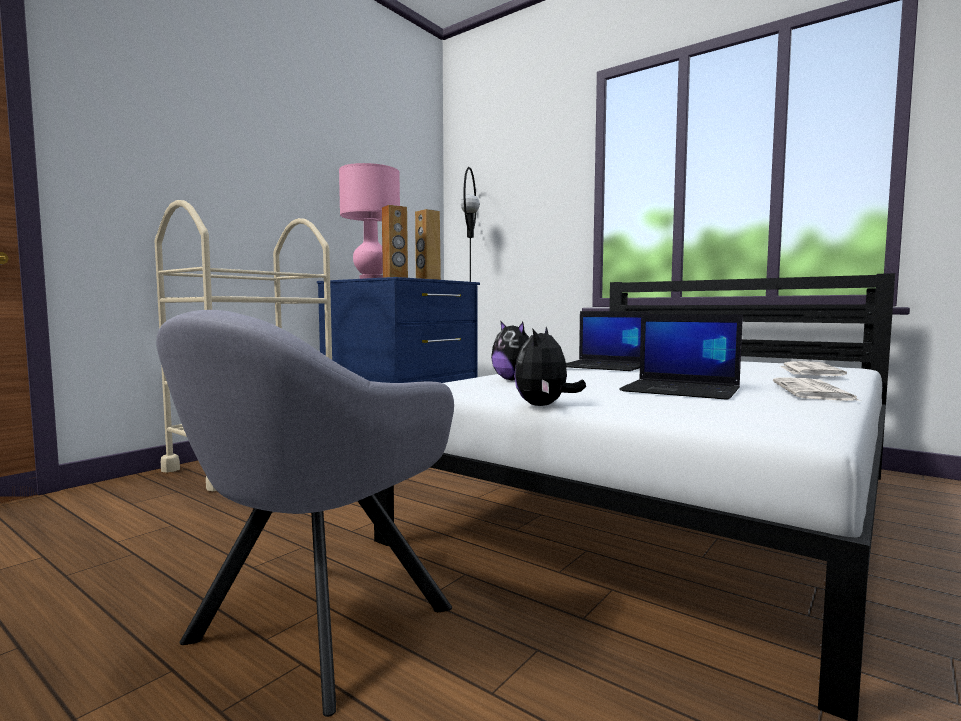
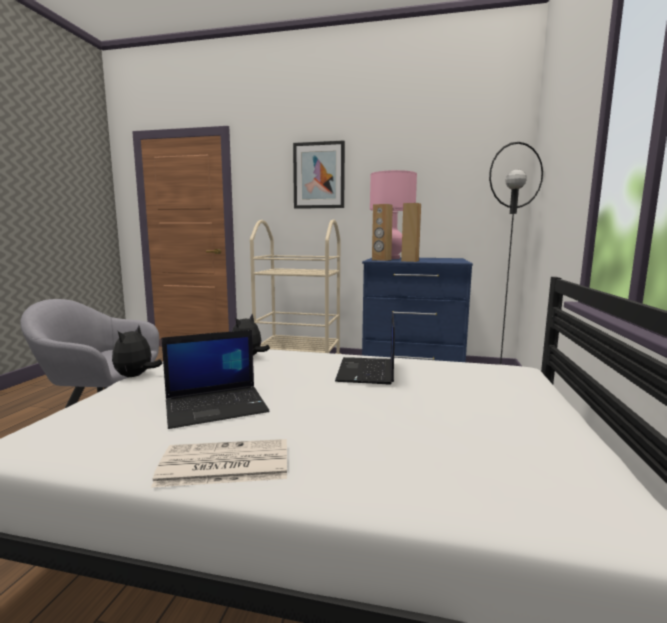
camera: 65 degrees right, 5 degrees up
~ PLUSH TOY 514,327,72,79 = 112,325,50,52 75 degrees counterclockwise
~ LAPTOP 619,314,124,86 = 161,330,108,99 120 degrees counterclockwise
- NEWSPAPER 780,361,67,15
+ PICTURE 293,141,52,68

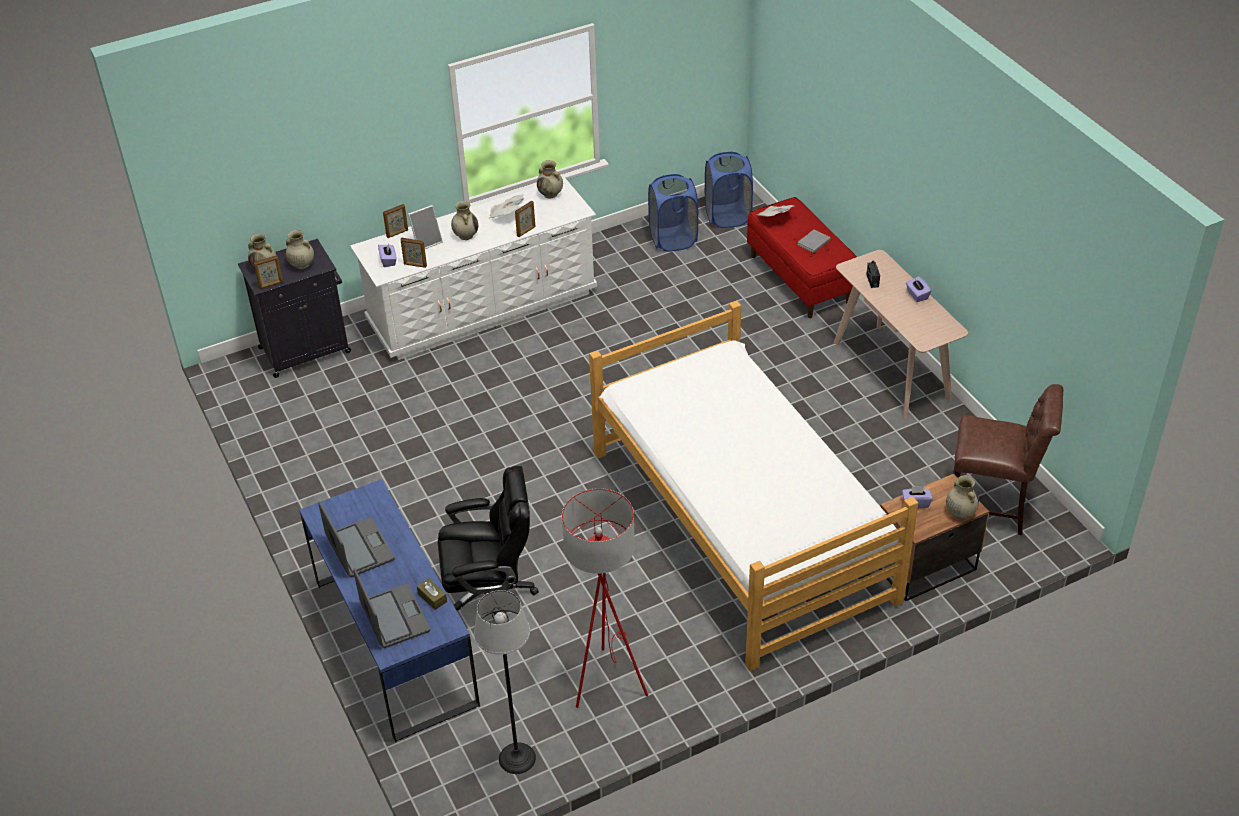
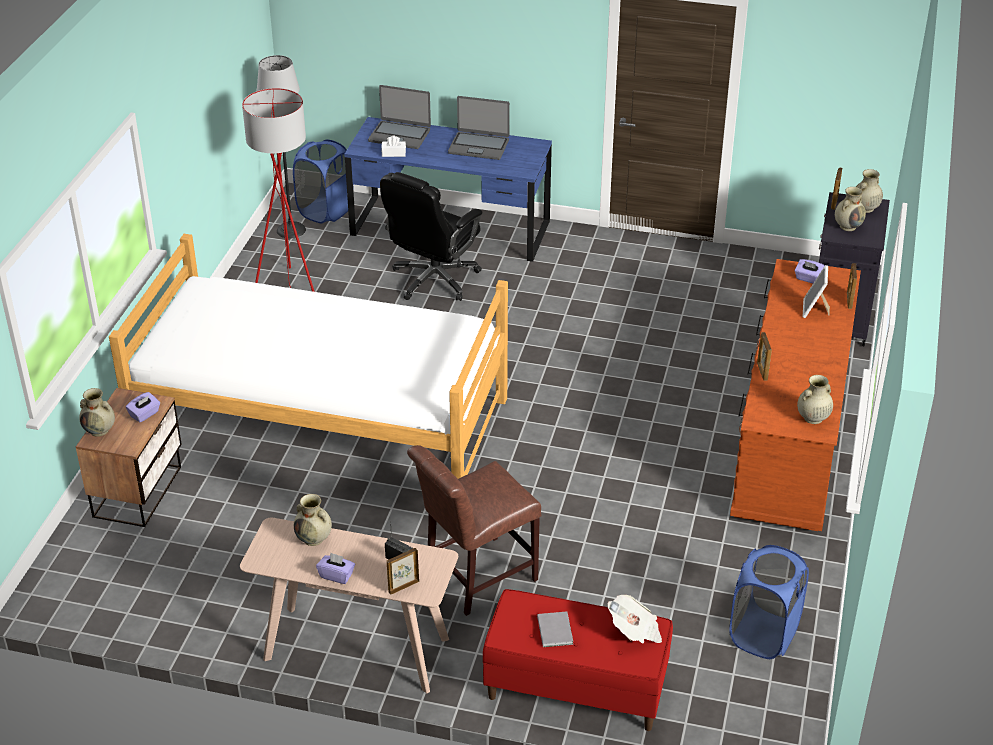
camera: 130 degrees right, 5 degrees down
~ WHITE DRESSER 350,177,247,183 to BROWN DRESSER 730,259,131,272
~ PICTURE FRAME 400,238,27,30 to 387,548,32,47
~ BROWN TISSUE BOX 417,578,30,32 to WHITE TISSUE BOX 381,135,25,22
~ BEIGE VASE 451,201,27,39 to 294,494,38,52
- NEWSPAPER 489,194,35,25
~ BLUE LAUNDRY BASKET 705,152,48,76 to 293,139,61,84
~ BROWN CHAIR 953,384,110,151 to 407,445,134,171

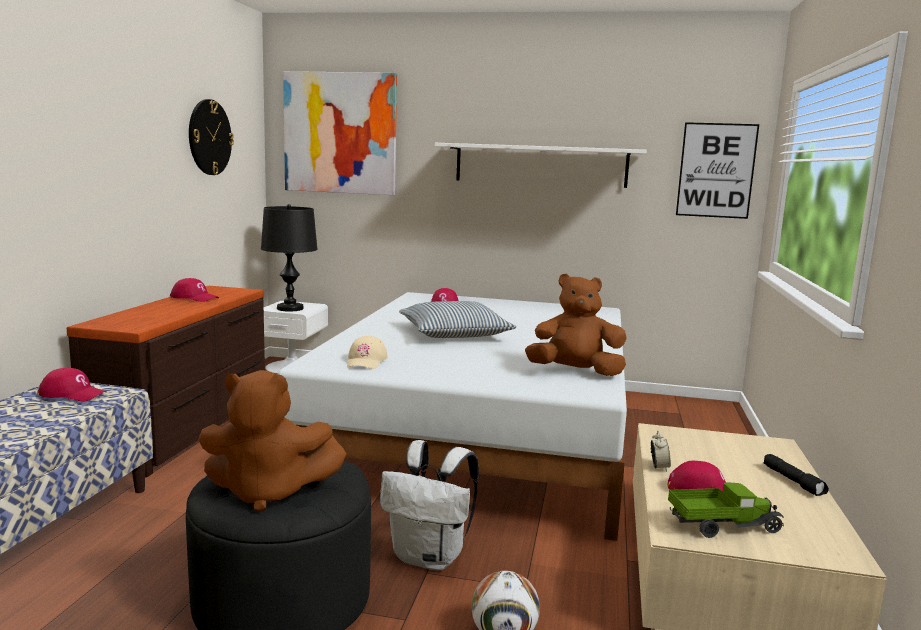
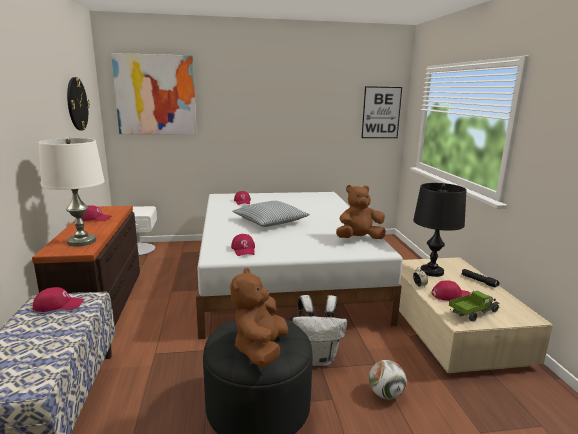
camera: 20 degrees left, 5 degrees up
~ BROWN PLUSH TOY 198,370,149,142 = 230,268,58,99 120 degrees clockwise
~ BLACK TABLE LAMP 261,204,57,108 to 413,183,53,94
~ BEIGE CAP 347,336,41,33 to RED CAP 231,234,24,22
- WHITE SHELF 435,143,212,45
+ WHITE TABLE LAMP 39,137,66,109

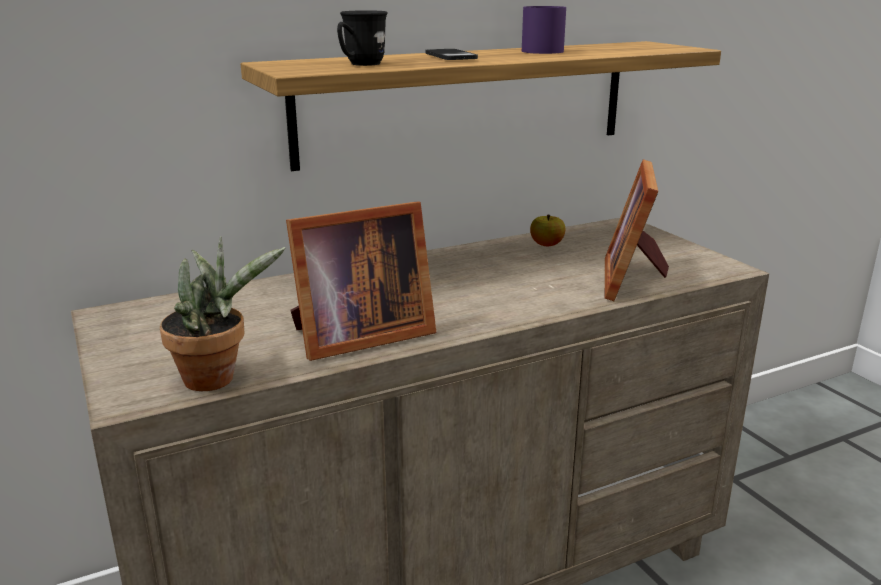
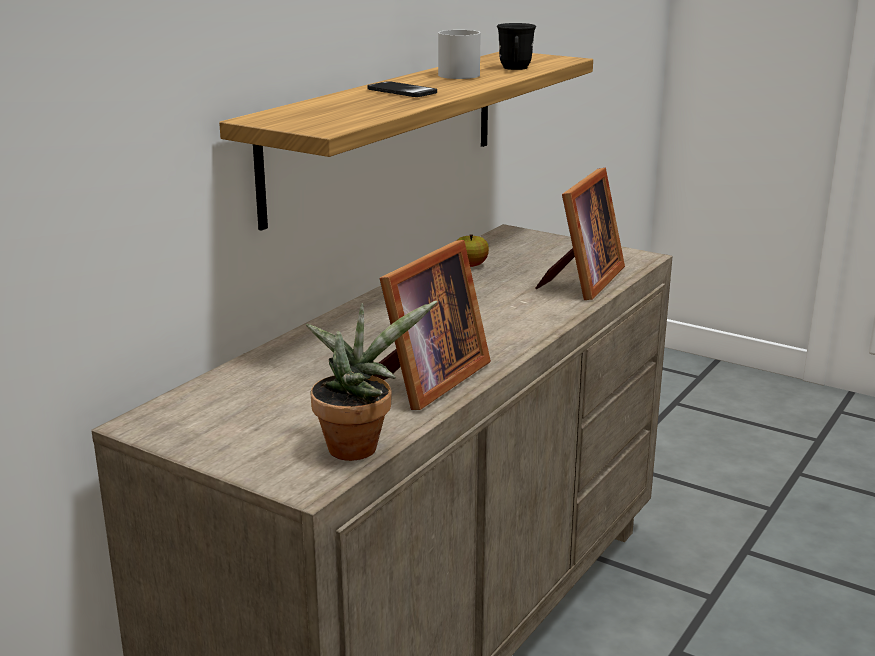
camera: 30 degrees left, 0 degrees up
~ BLACK MUG 337,10,51,56 to 497,23,39,47
~ PURPLE MUG 522,6,44,48 to WHITE MUG 438,30,43,49
~ PICTURE FRAME 605,159,64,142 = 535,168,90,132 135 degrees counterclockwise

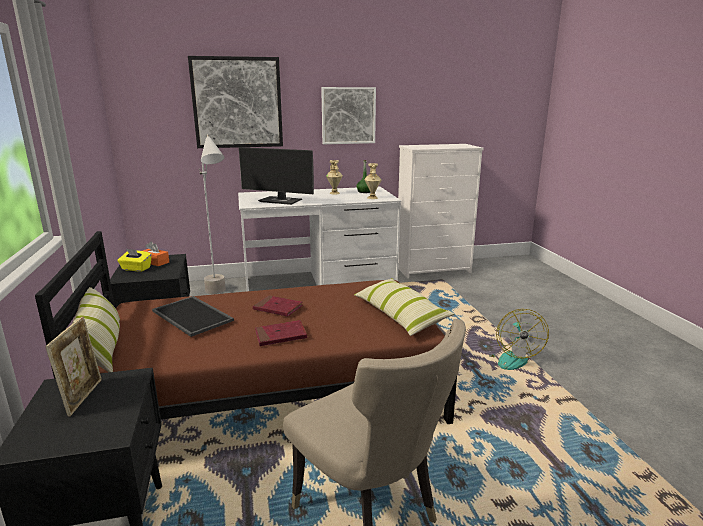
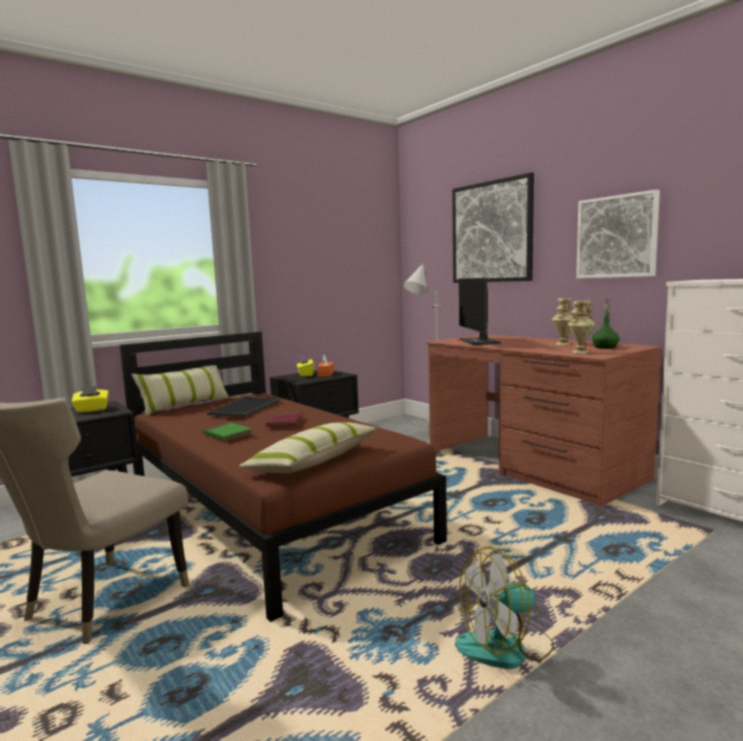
camera: 65 degrees right, 10 degrees down
~ PICTURE FRAME 45,317,57,99 to YELLOW TISSUE BOX 72,386,37,27
~ WHITE DESK 238,187,163,104 to BROWN DESK 426,334,235,173
~ RED BOOK 255,320,52,26 to GREEN BOOK 202,422,51,19

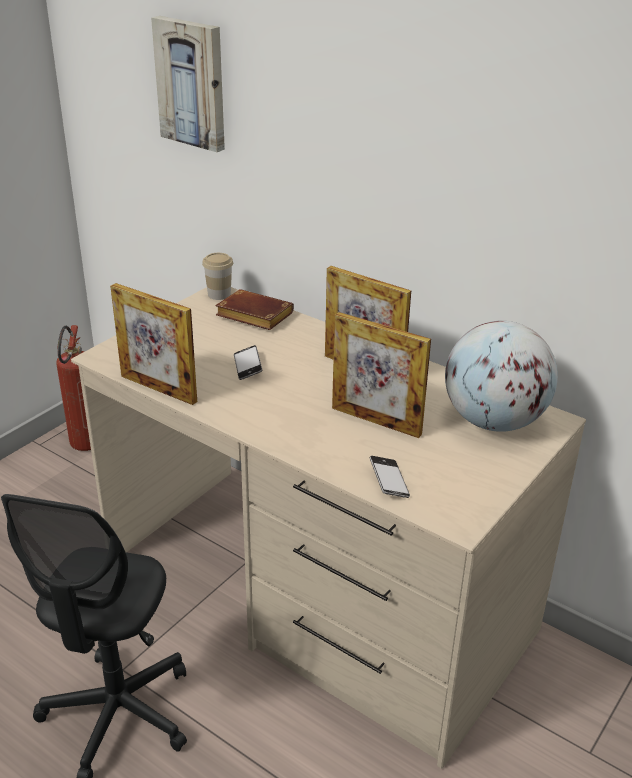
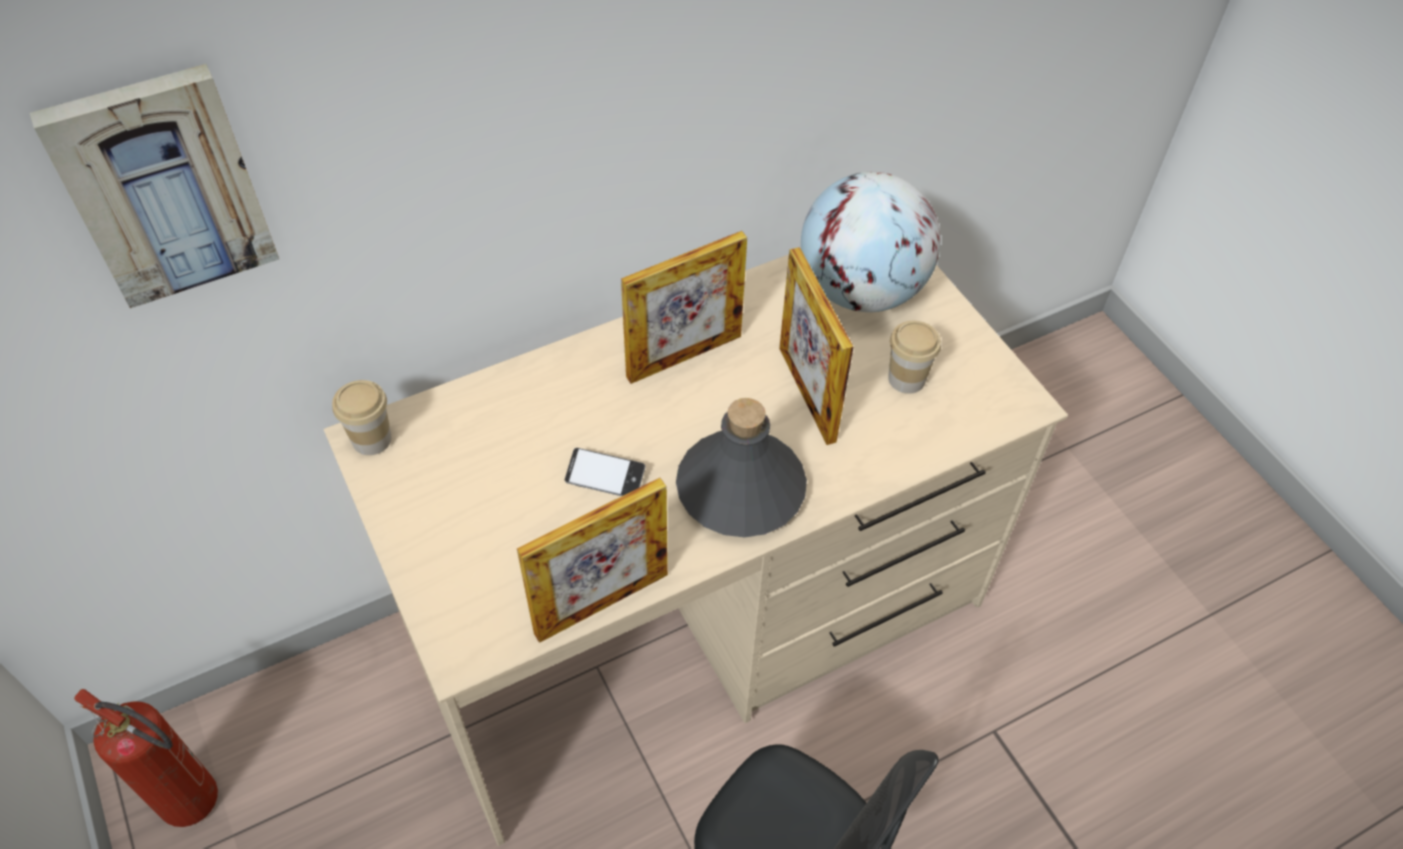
camera: 65 degrees left, 20 degrees up
- BROWN BOOK 216,289,78,41
~ PICTURE FRAME 332,312,99,126 = 779,247,74,198 105 degrees clockwise
- PHONE 370,456,40,42
+ GREY BOTTLE 676,398,131,139
+ CUP 888,321,53,73

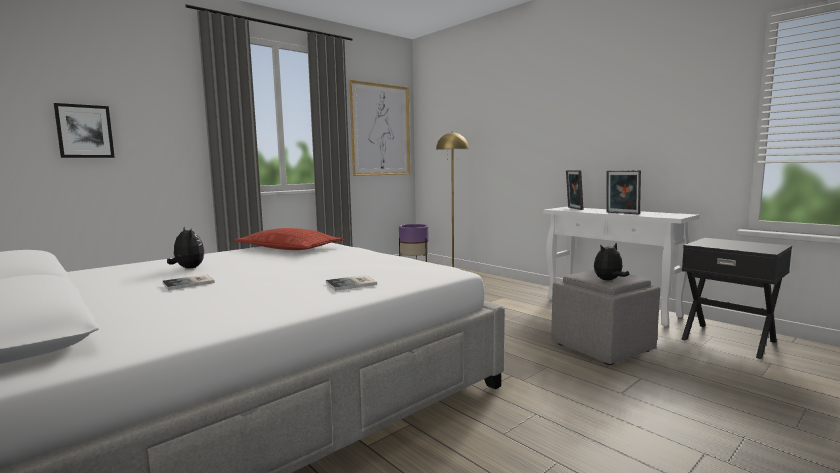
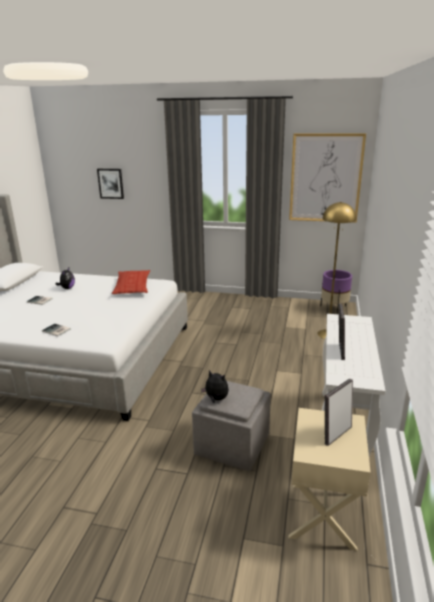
camera: 55 degrees right, 15 degrees up
~ PICTURE FRAME 566,170,17,40 to 325,379,28,67
~ BLACK NIGHTSTAND 681,238,111,121 to BEIGE NIGHTSTAND 288,408,83,143

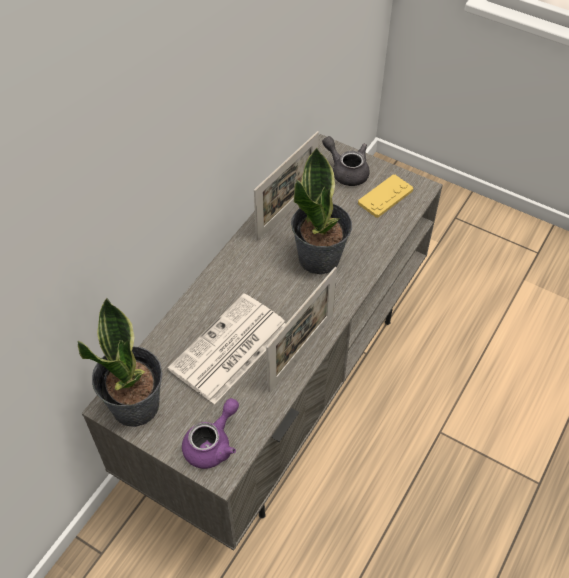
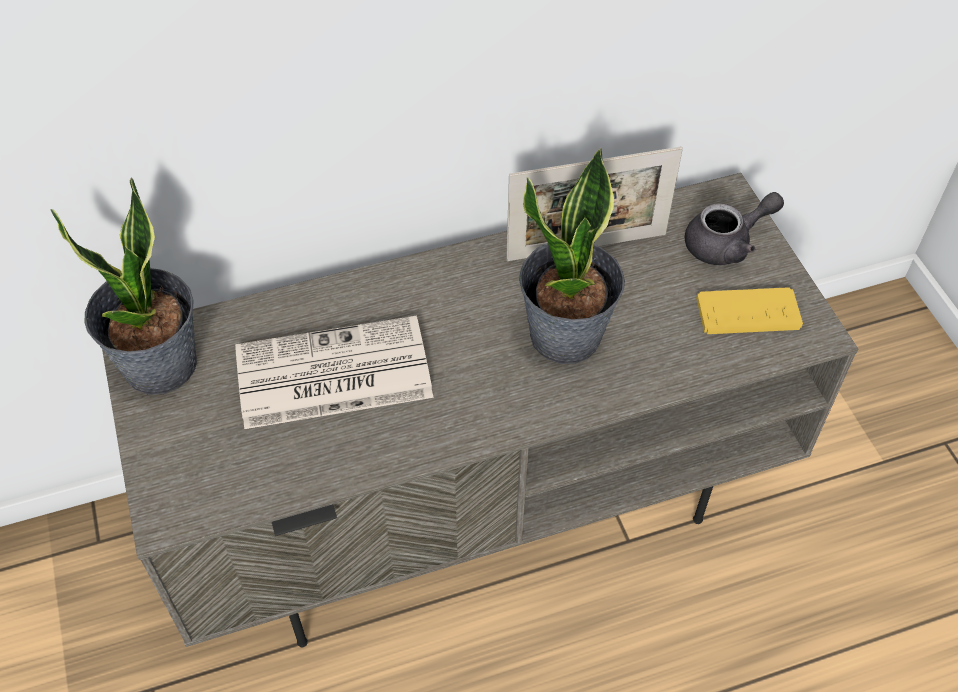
camera: 40 degrees right, 0 degrees up
- PURPLE TEAPOT 182,398,57,71
- PICTURE FRAME 266,267,71,125
~ GREY TEAPOT 322,136,48,50 = 685,192,99,73 75 degrees clockwise

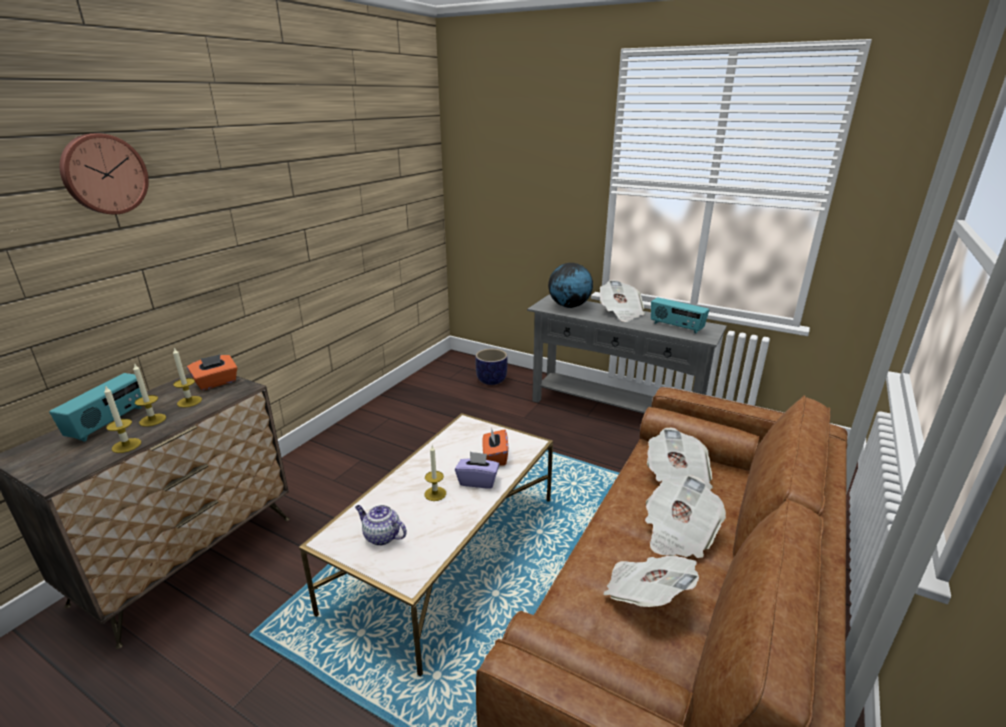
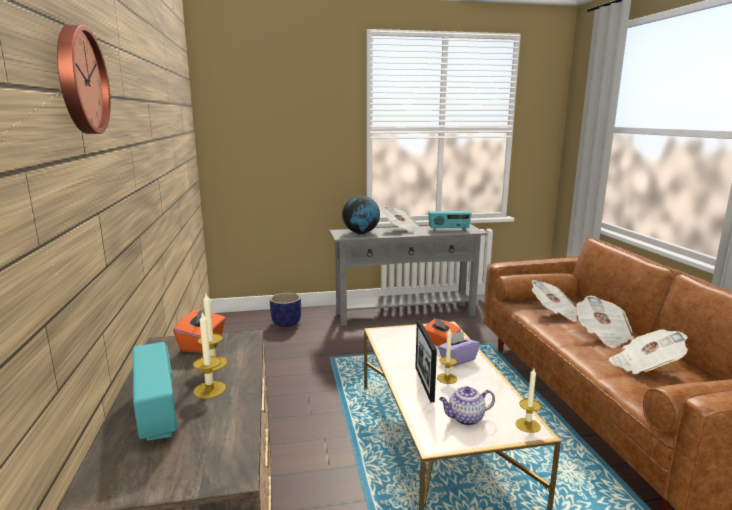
camera: 40 degrees left, 10 degrees down
~ CANDLE 104,385,37,68 to 516,368,25,65
+ PICTURE FRAME 415,320,22,82

